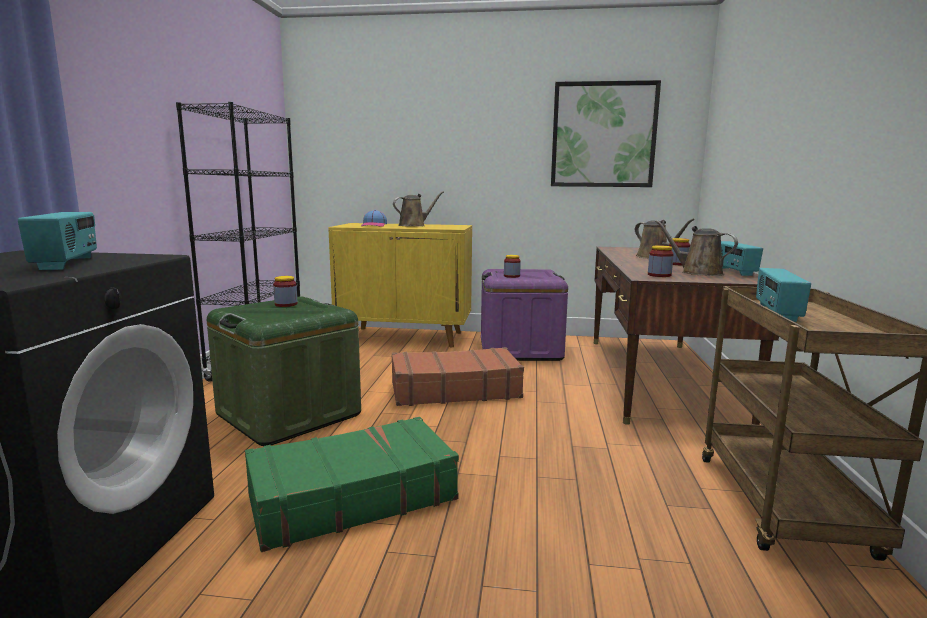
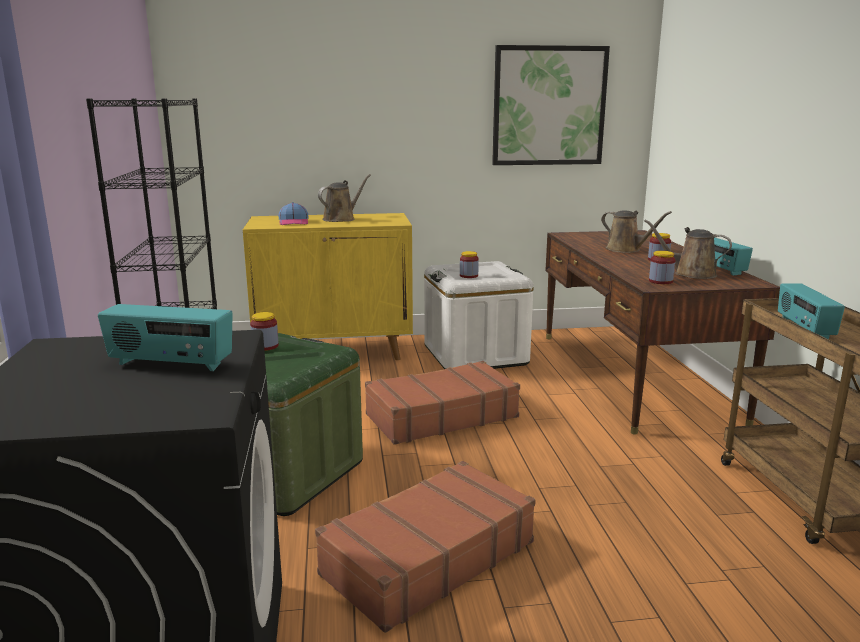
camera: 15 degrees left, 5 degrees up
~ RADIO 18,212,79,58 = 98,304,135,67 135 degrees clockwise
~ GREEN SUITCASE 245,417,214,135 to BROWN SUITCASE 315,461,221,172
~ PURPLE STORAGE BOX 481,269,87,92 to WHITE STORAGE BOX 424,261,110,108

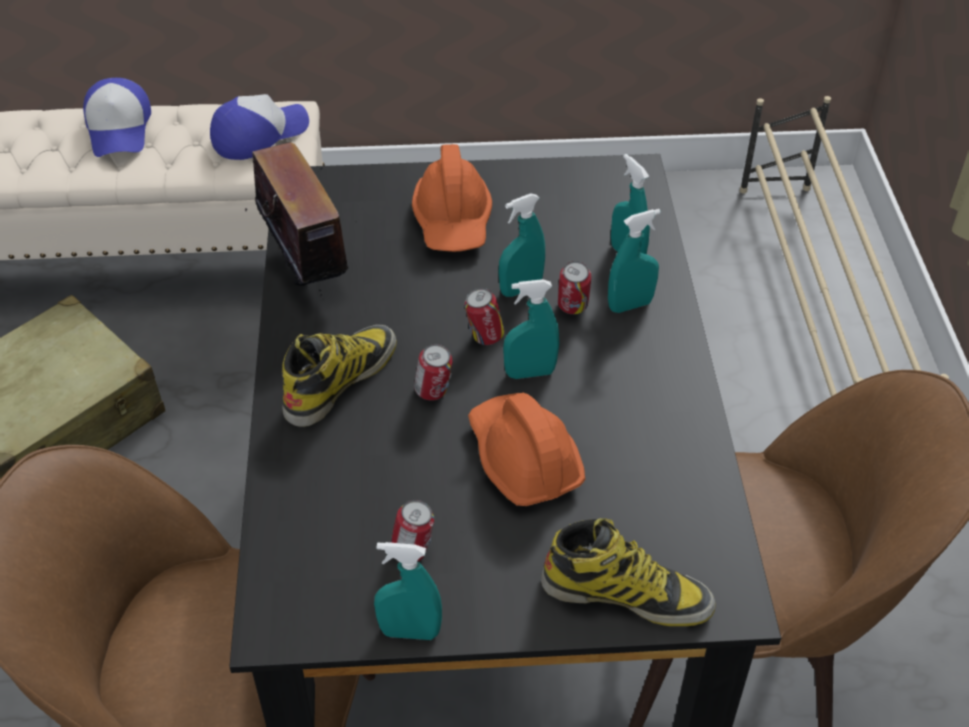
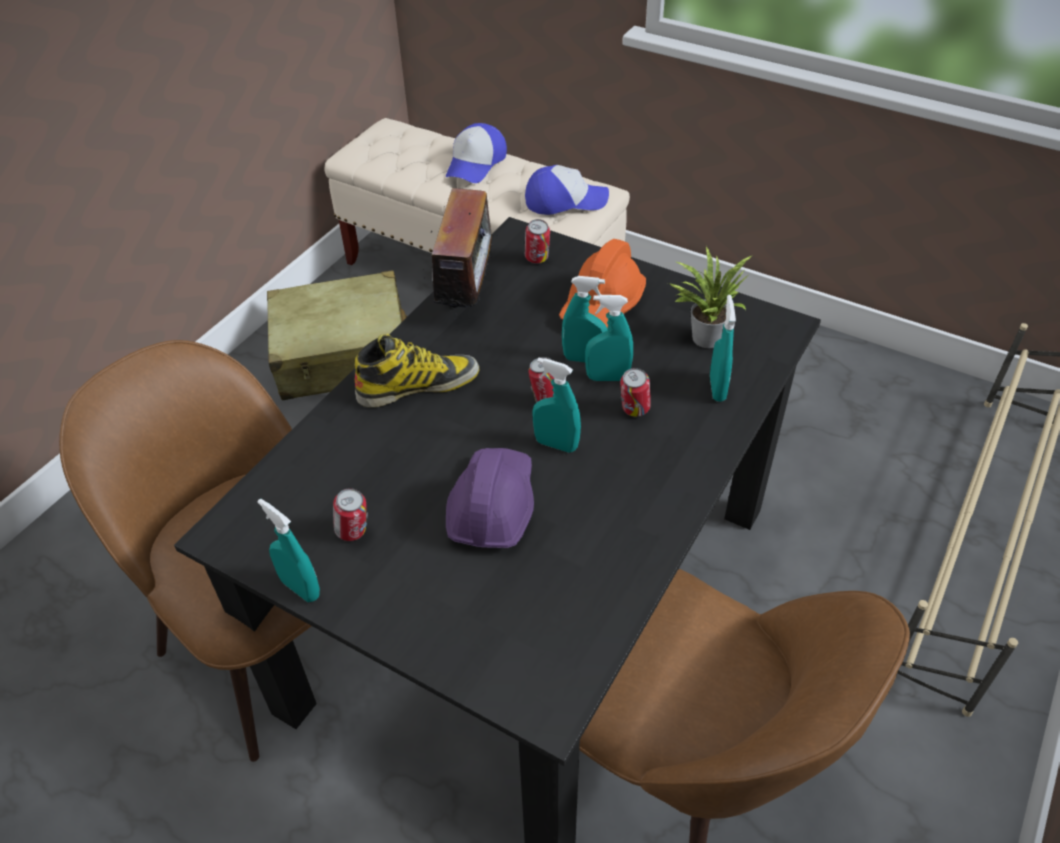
camera: 35 degrees right, 0 degrees up
~ CAN 414,344,38,57 to 525,219,25,45
~ ORANGE HARD HAT 468,393,117,113 to PURPLE HARD HAT 446,448,88,100
- BOOT 541,518,175,108
~ TURQUOISE SPRAY BOTTLE 608,209,53,104 to 562,276,46,86
+ POTTED PLANT 668,247,85,101

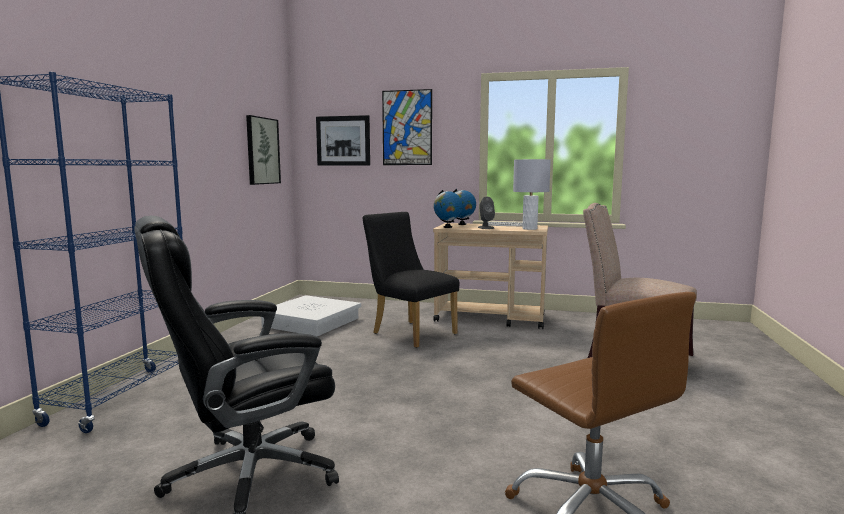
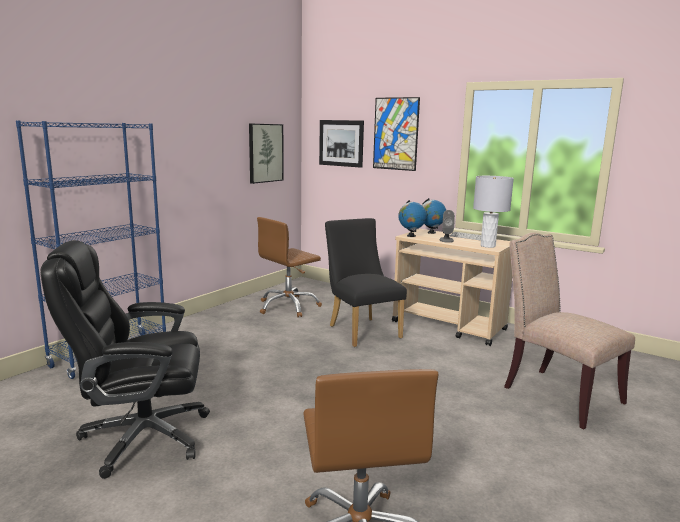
camera: 20 degrees right, 5 degrees up
~ WHITE STORAGE BOX 261,295,100,41 to BROWN OFFICE CHAIR 257,217,65,100

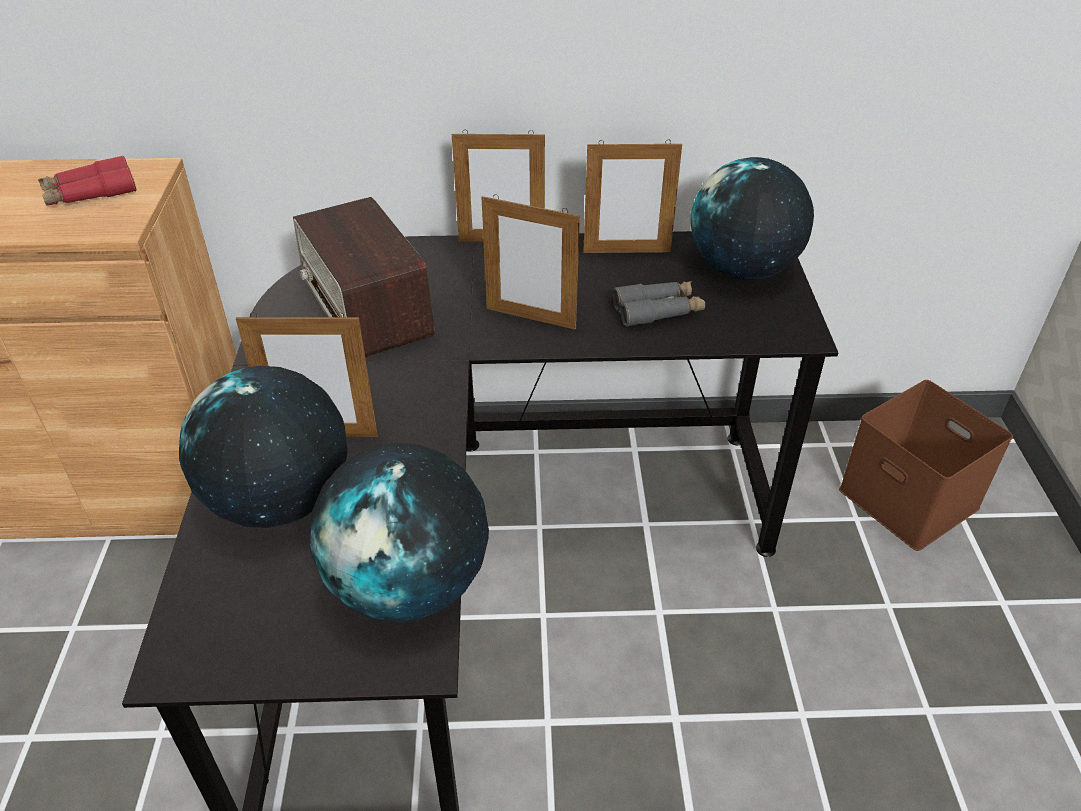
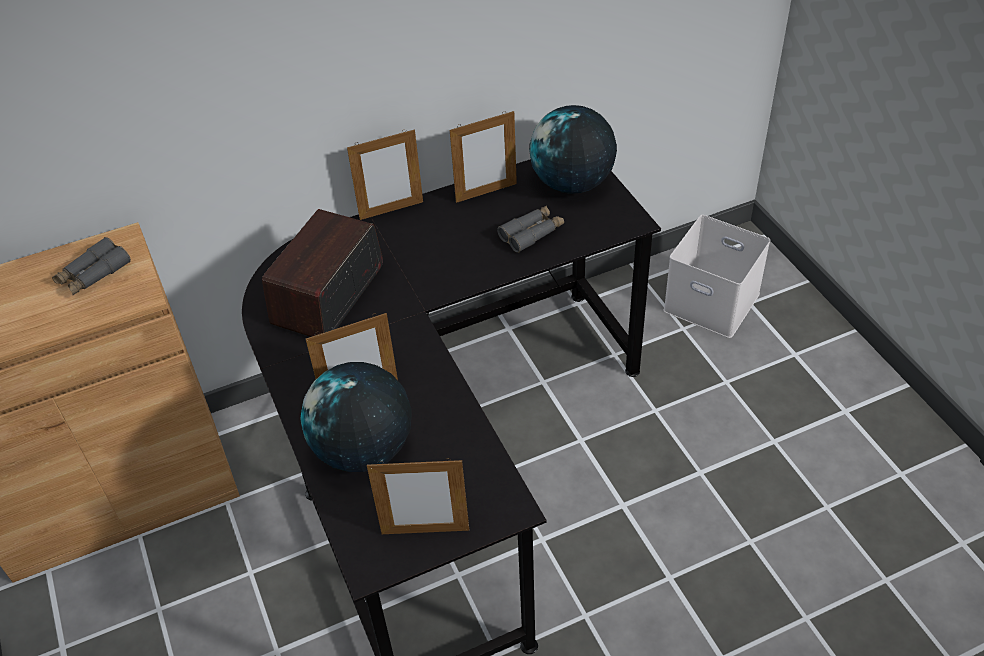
camera: 20 degrees left, 5 degrees up
~ RED BINOCULARS 38,156,99,50 to GREY BINOCULARS 52,237,79,58
~ RADIO 293,197,142,160 = 262,209,121,128 75 degrees clockwise
- GLOBE 310,443,179,179
~ PICTURE FRAME 481,194,99,136 to 367,458,102,76
~ BROWN STORAGE BOX 839,380,174,171 to WHITE STORAGE BOX 664,215,106,123

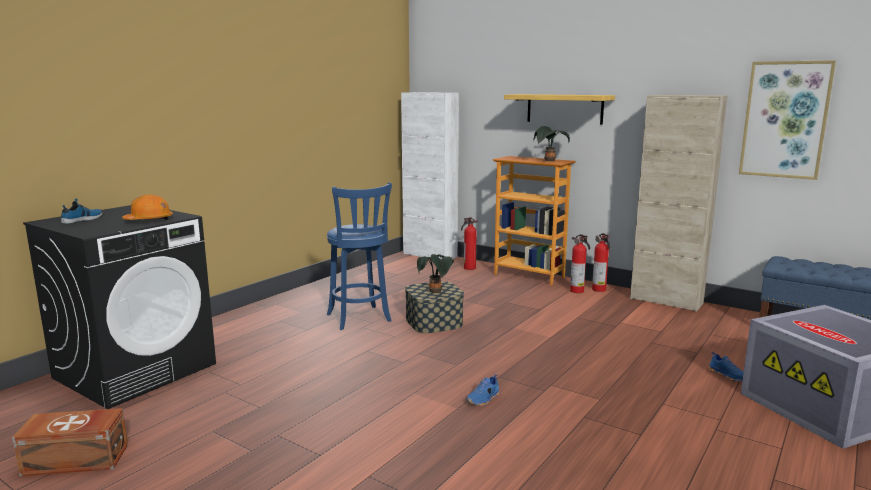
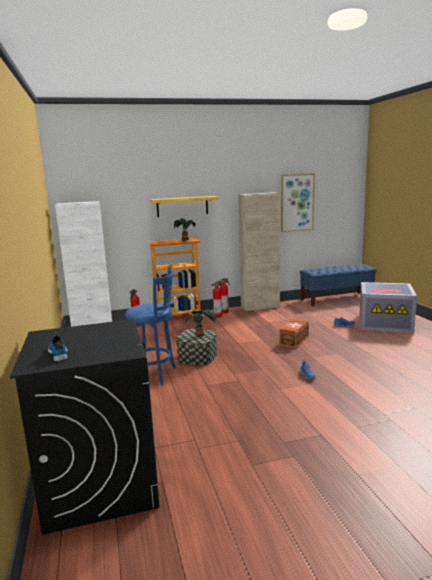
camera: 50 degrees left, 0 degrees up
~ BROWN STORAGE BOX 12,408,116,68 to 279,319,30,29
- ORANGE HARD HAT 122,194,51,26

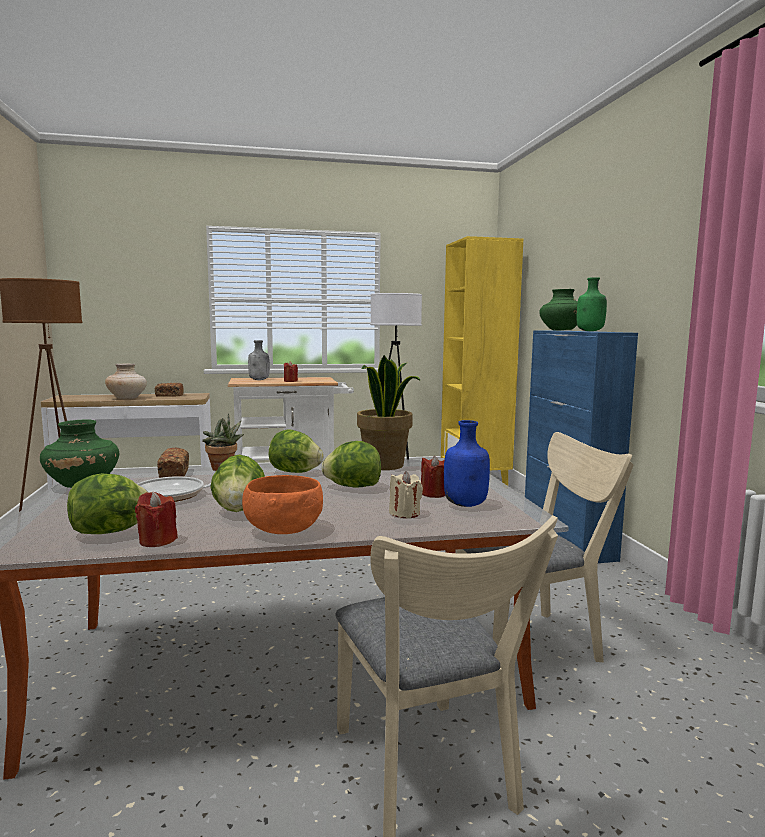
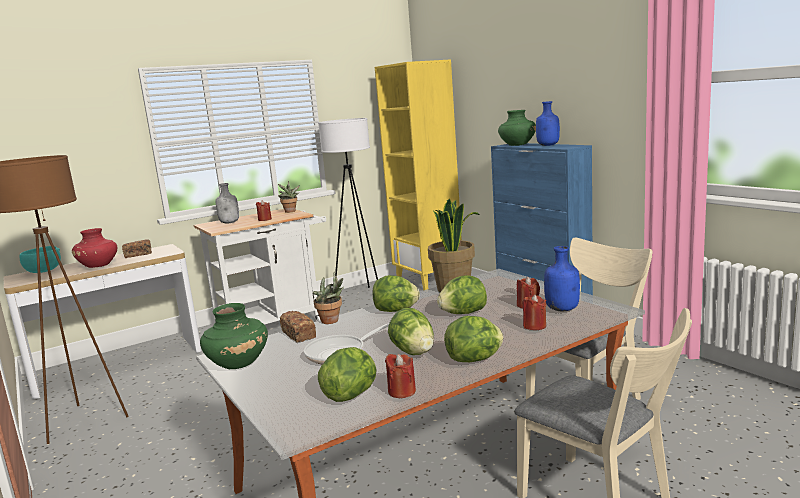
camera: 20 degrees left, 5 degrees up
~ BEIGE VASE 105,364,42,35 to RED VASE 72,228,45,40
~ ORANGE BOWL 242,475,81,59 to LETTUCE 444,316,59,46
~ BEIGE CANDLE 389,471,34,47 to RED CANDLE 522,294,24,36
~ GREEN BOTTLE 577,277,30,54 to BLUE BOTTLE 536,101,24,45
+ TURQUOISE BOWL 19,246,42,27
+ POTTED PLANT 278,181,22,32

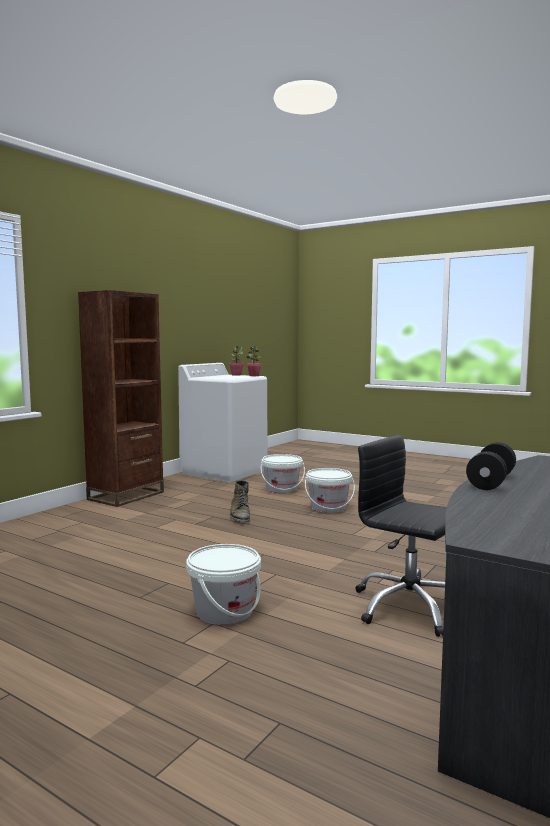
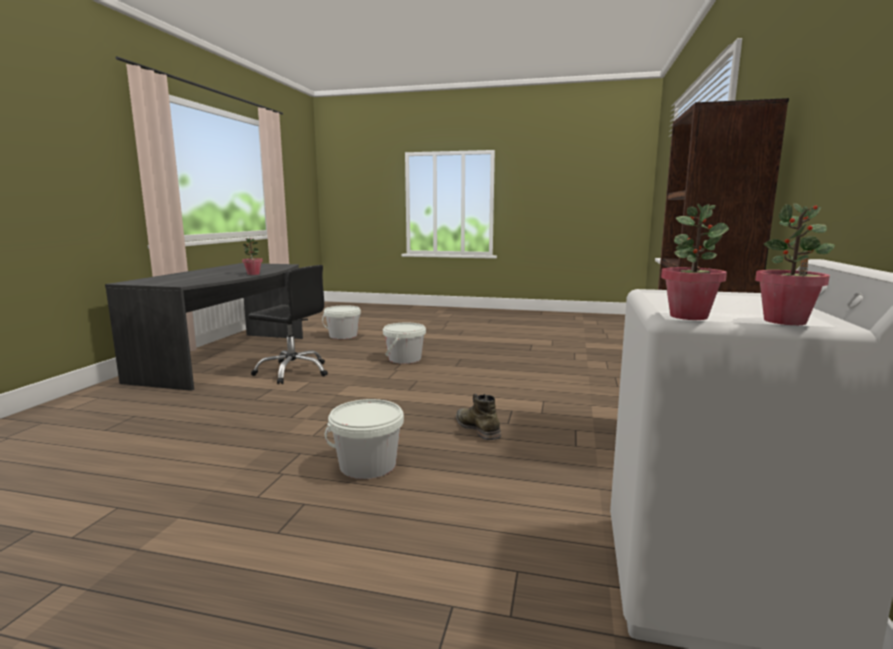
camera: 160 degrees right, 5 degrees up
~ WHITE BUCKET 260,454,45,39 to 322,305,39,34
~ BLACK DUMBBELL 466,442,50,48 to POTTED PLANT 242,238,21,37

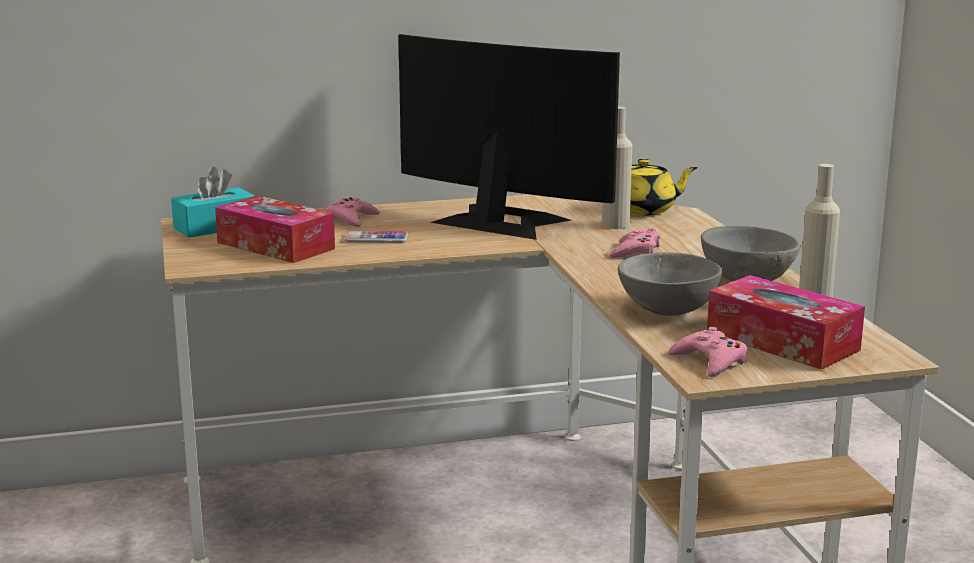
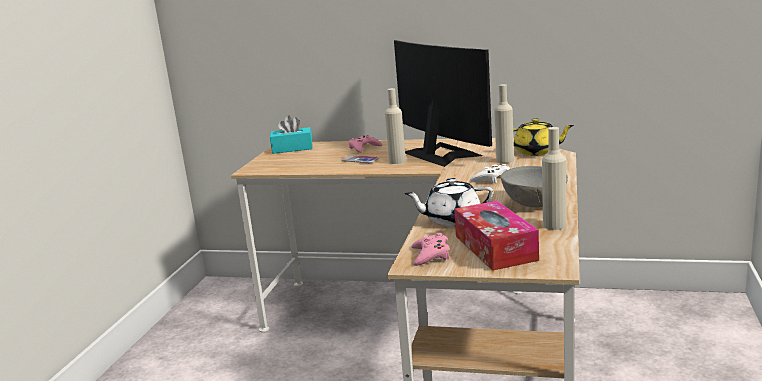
camera: 30 degrees right, 0 degrees up
- TISSUE BOX 215,195,120,68
~ PINK GAME CONTROLLER 609,228,52,30 to WHITE GAME CONTROLLER 470,164,40,19
~ GREY BOWL 618,252,104,64 to WHITE TEAPOT 405,178,88,48
+ BEIGE BOTTLE 385,88,21,76

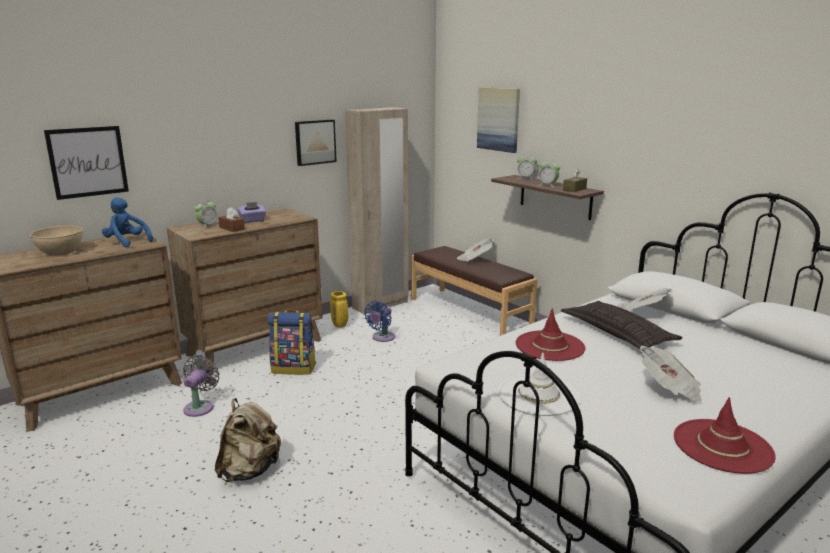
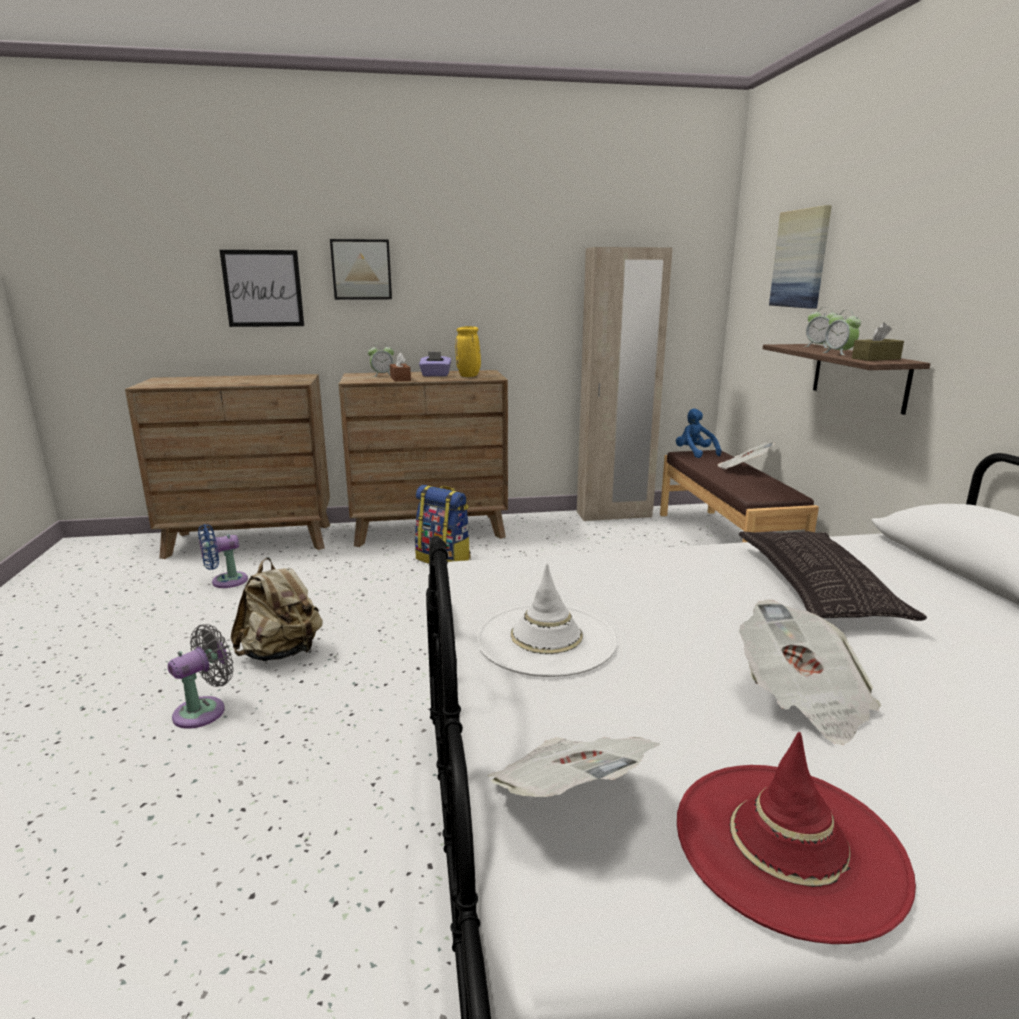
camera: 30 degrees right, 0 degrees up
- BEIGE BOWL 29,225,54,31
~ BLUE PLUSH TOY 102,197,51,50 to 676,408,46,50
~ GREY FAN 183,356,37,61 to 168,624,66,105
~ PICTURE 295,119,42,47 to 330,239,62,61
~ YELLOW VASE 330,291,18,37 to 455,326,26,51
~ BLUE FAN 364,301,31,41 to 198,524,50,64
- RED HAT 516,308,70,53
~ NEWSPAPER 618,288,54,23 to 487,737,173,60

